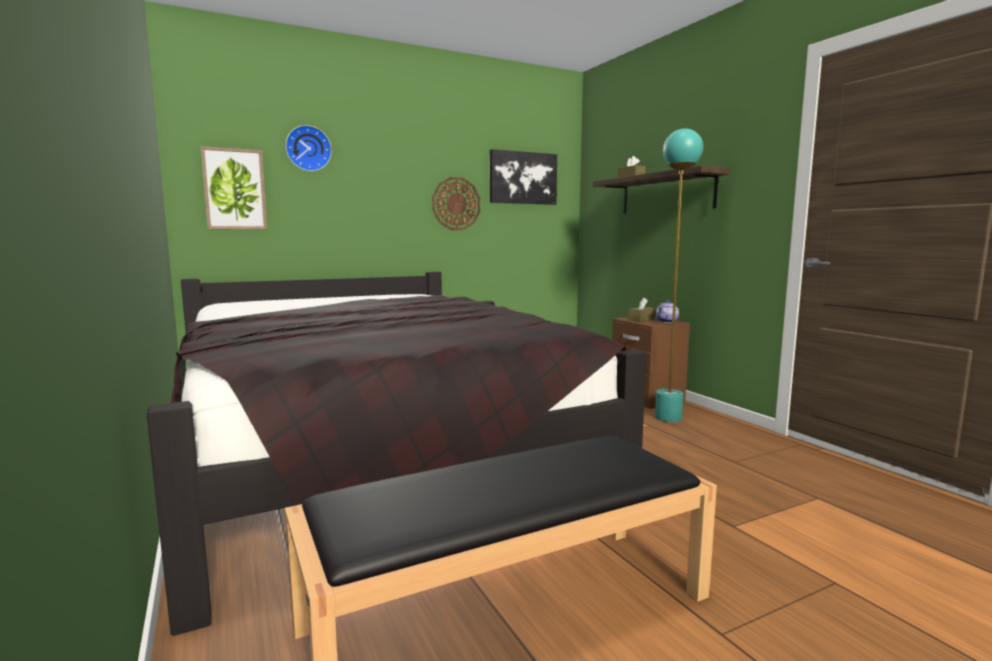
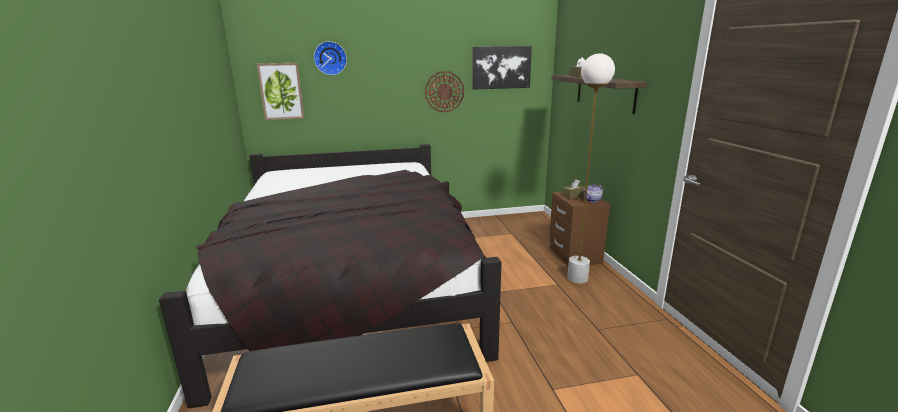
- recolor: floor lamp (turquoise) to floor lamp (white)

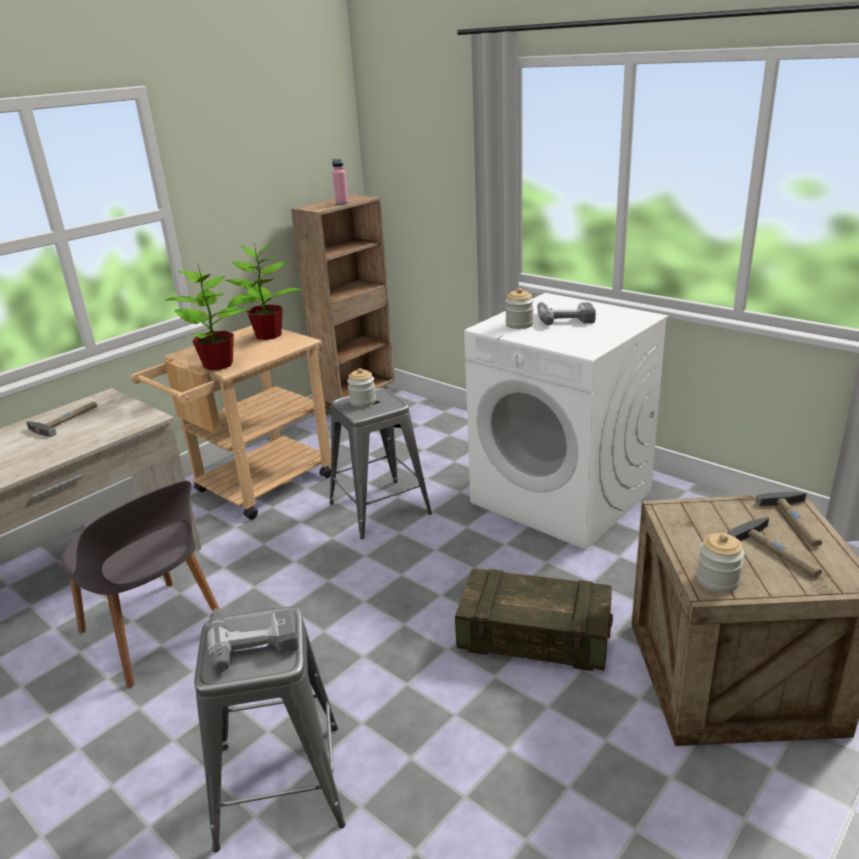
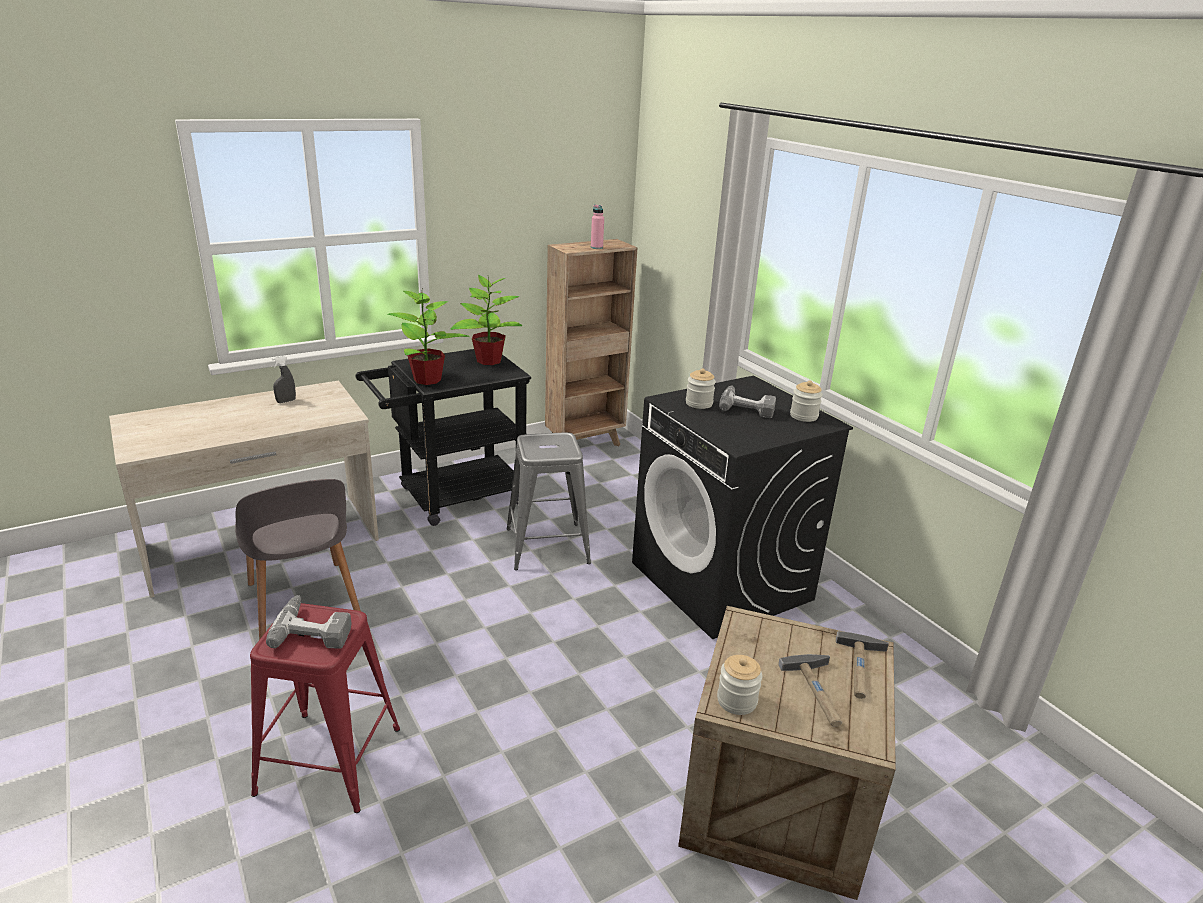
- replace: hammer (1st from left) to spray bottle (grey)
- recolor: cart (beige) to cart (black)
- recolor: stool (grey) (1st from left) to stool (red)
- move: jar (1st from left in the first image) to jar (3rd from left)
- delete: crate (1st from left)
- recolor: washing machine (white) to washing machine (black)

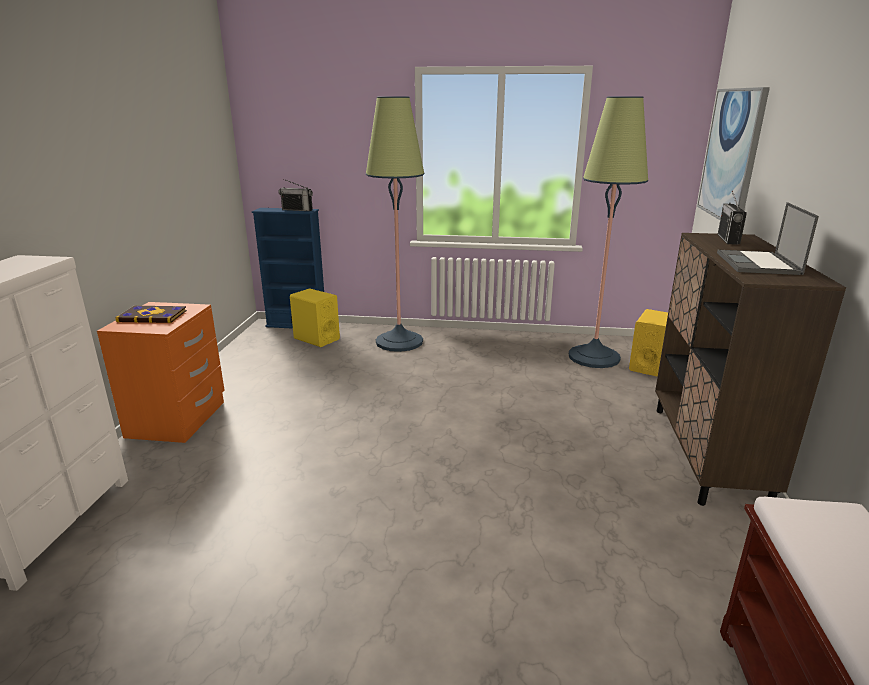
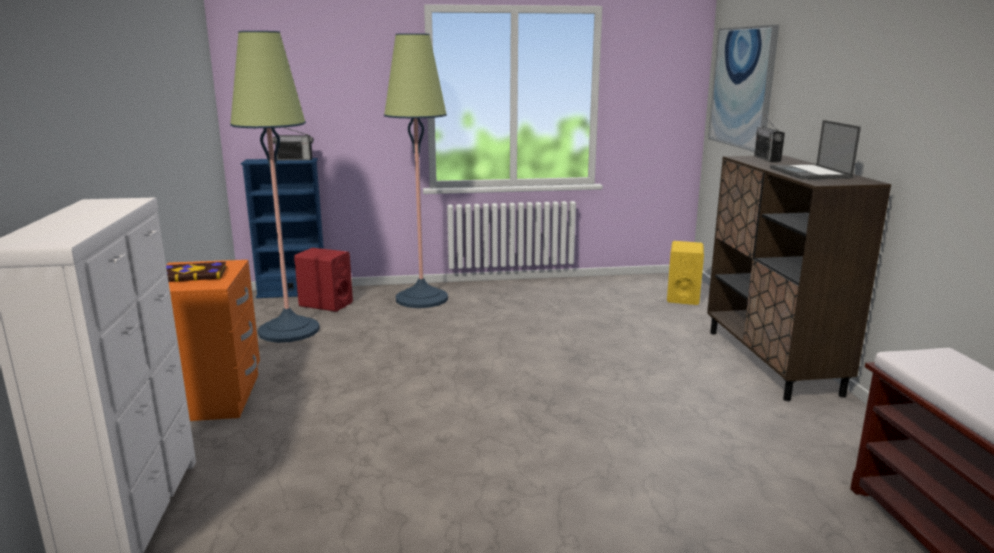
- recolor: speaker (yellow) (1st from left) to speaker (red)
- move: floor lamp (2nd from left in the first image) to floor lamp (1st from left)

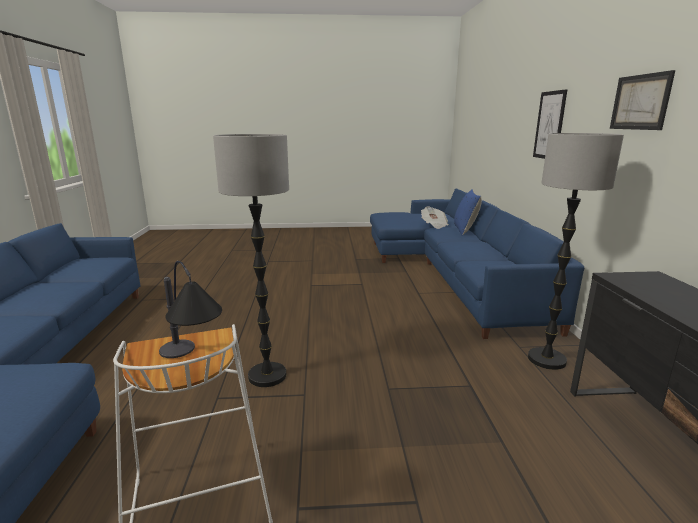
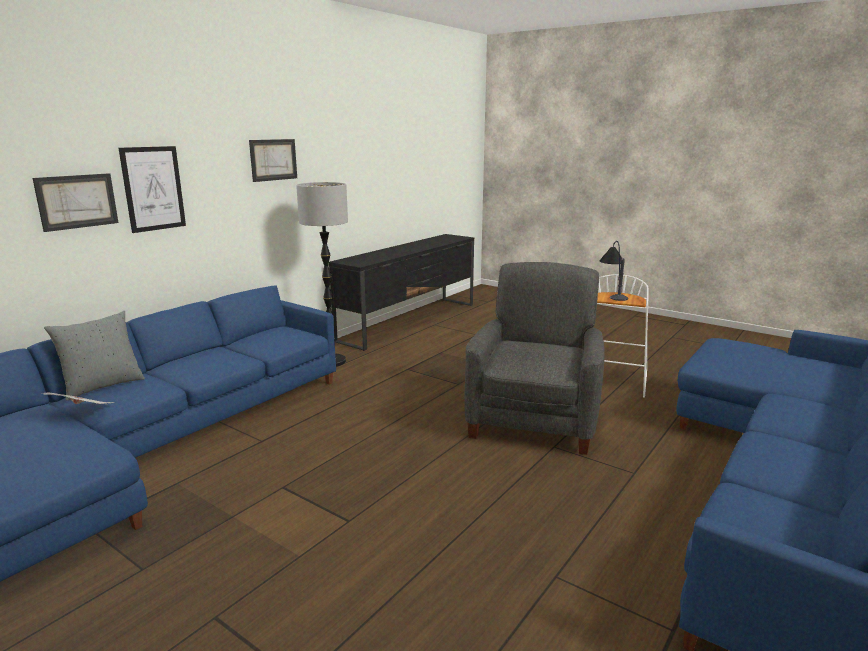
- replace: floor lamp (1st from left) to armchair (grey)
- recolor: pillow (blue) to pillow (grey)
- insert: picture (1st from left)

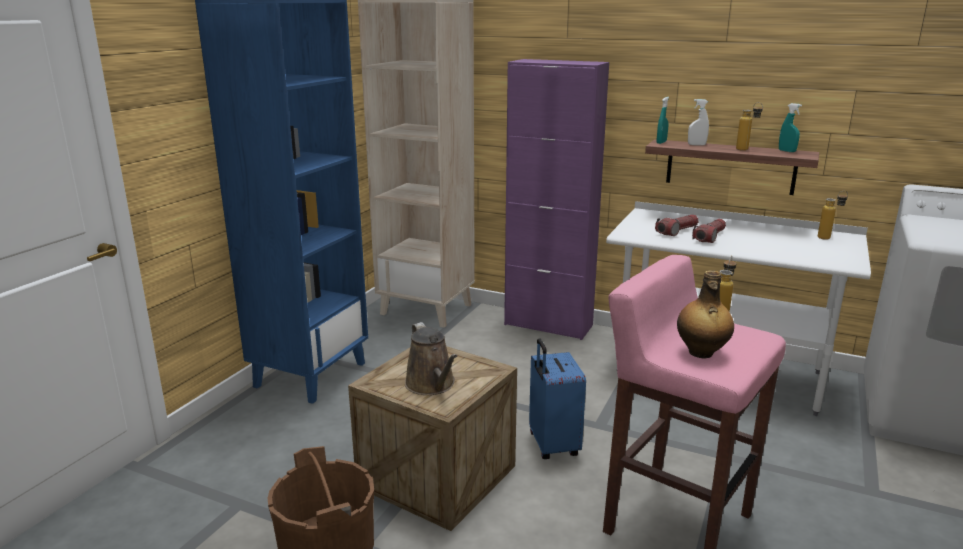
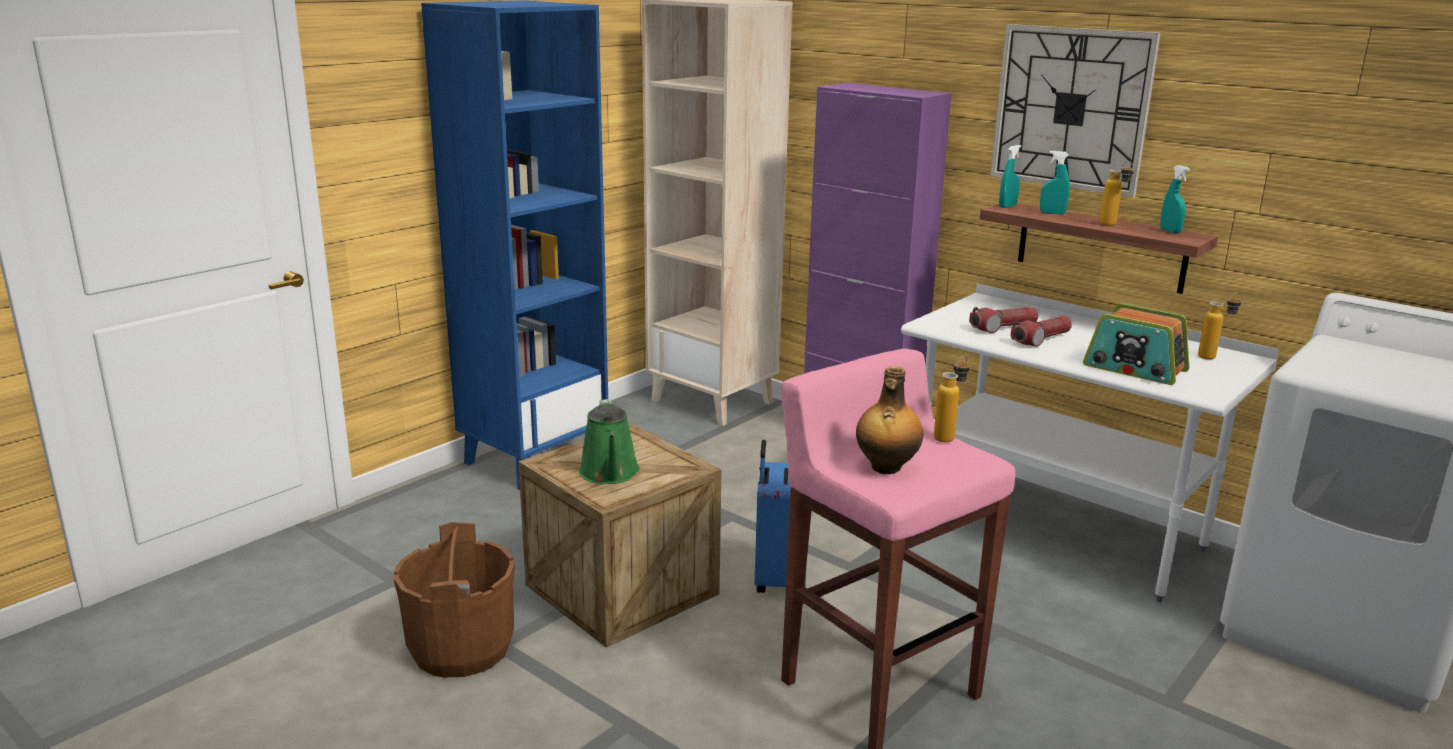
- recolor: watering can (brown) to watering can (green)
- recolor: spray bottle (white) to spray bottle (turquoise) (2nd from left)
- insert: wall clock
- insert: radio

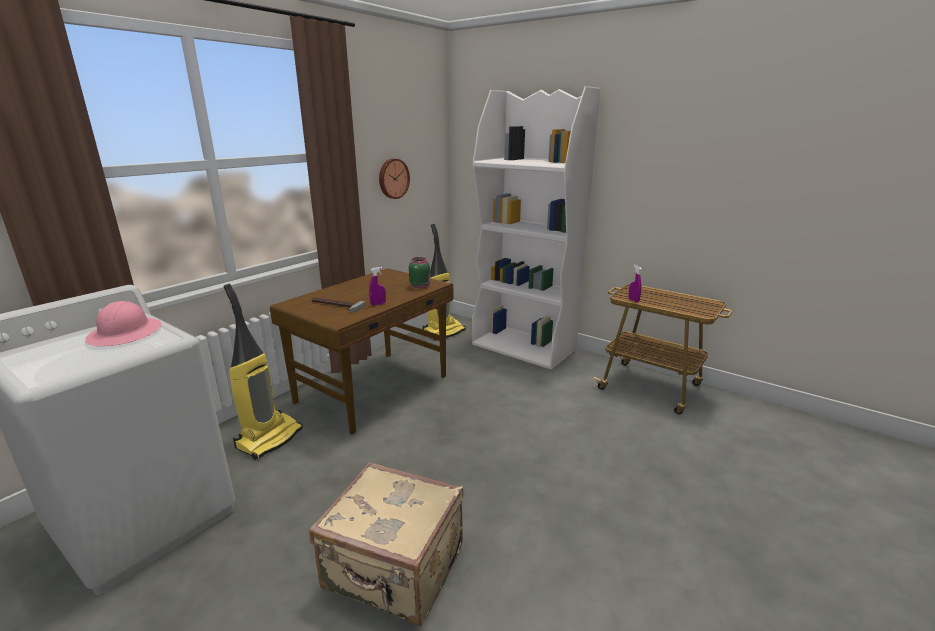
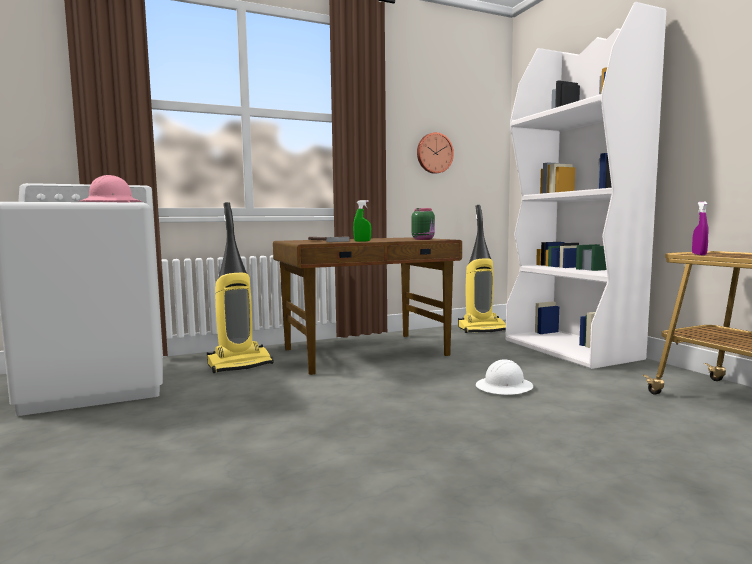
- delete: suitcase (beige)
- recolor: spray bottle (purple) (1st from left) to spray bottle (green)
- insert: hard hat (white)

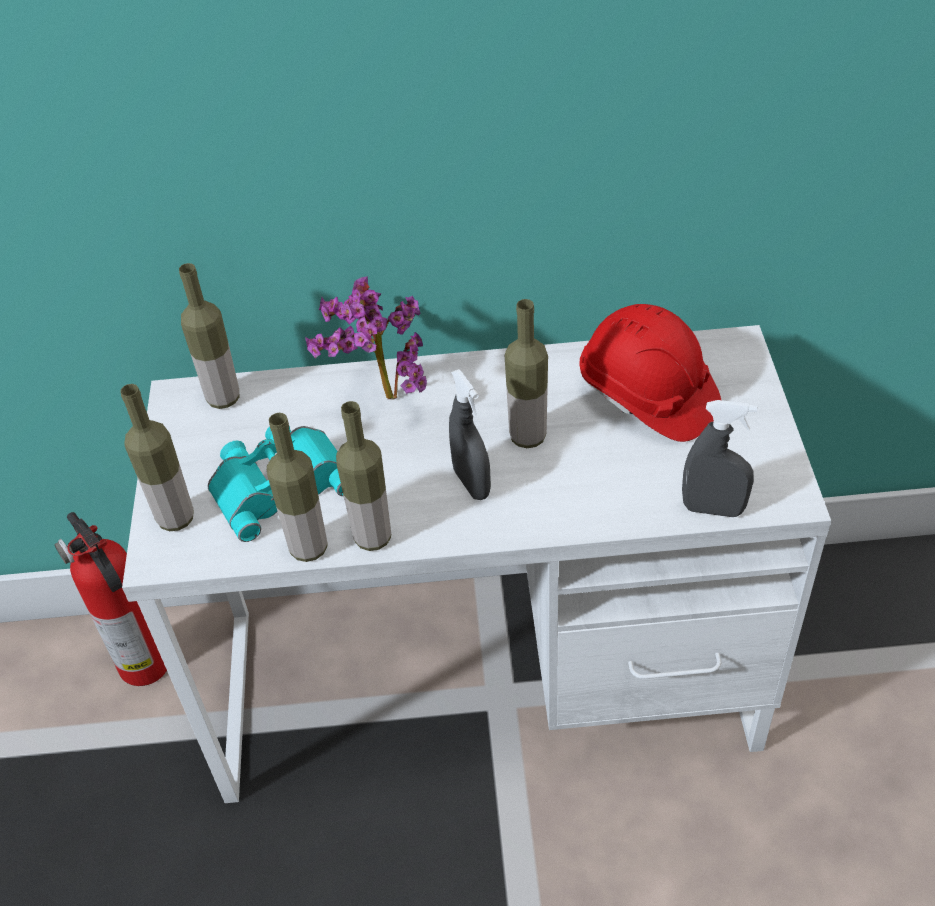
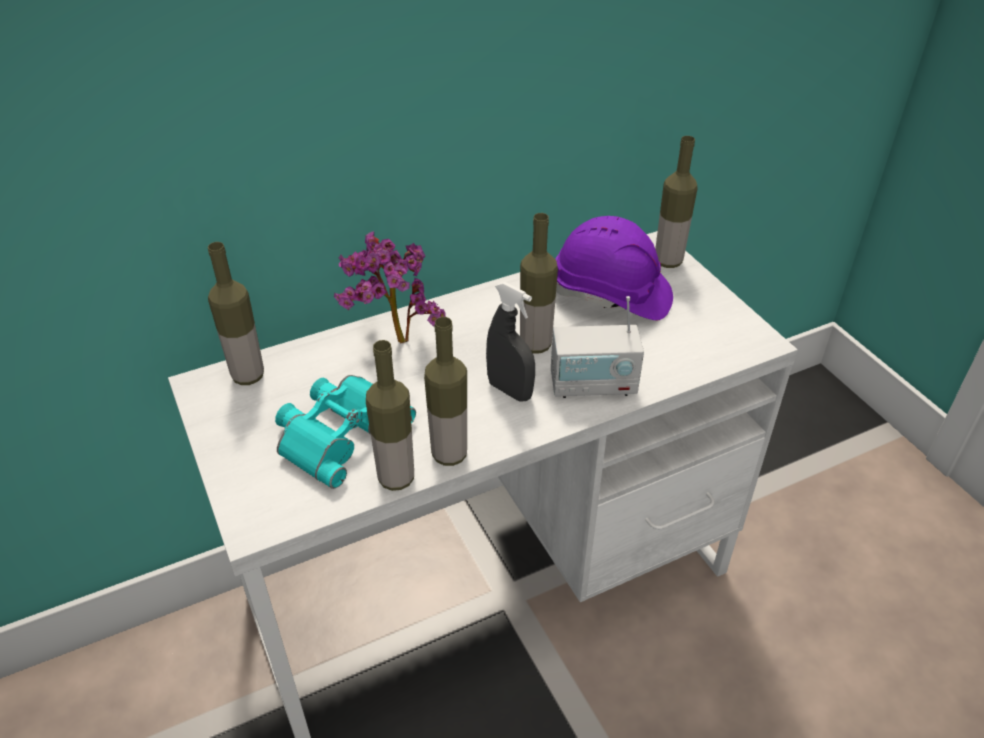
- delete: fire extinguisher
- move: bottle (1st from left in the first image) to bottle (5th from left)
- recolor: hard hat (red) to hard hat (purple)
- delete: spray bottle (grey) (2nd from left)
- insert: radio

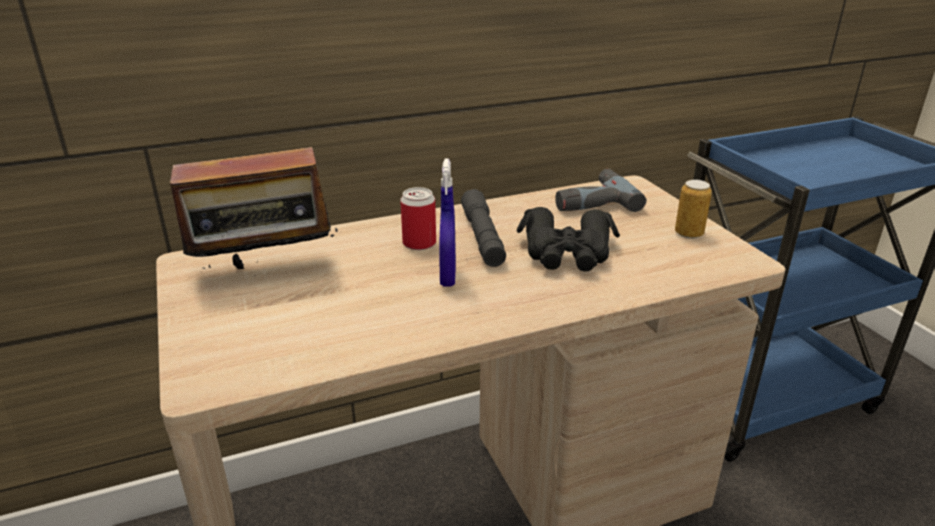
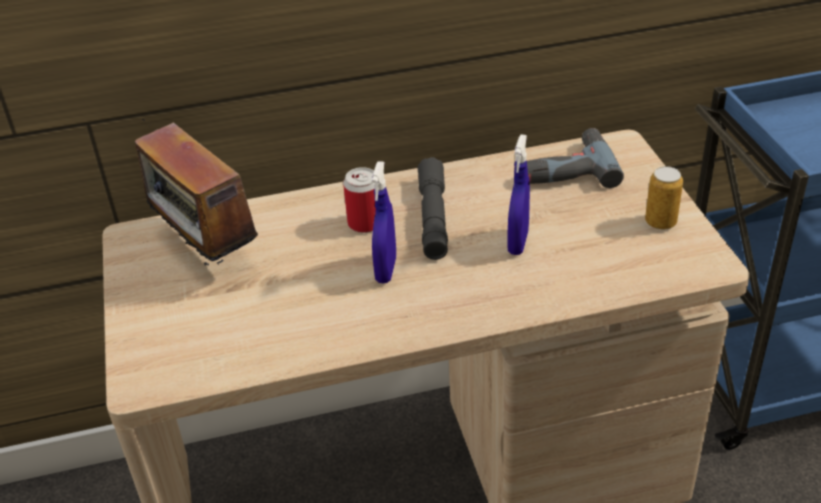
- rotate: radio 60 degrees clockwise
- replace: binoculars (black) to spray bottle (blue) (2nd from left)

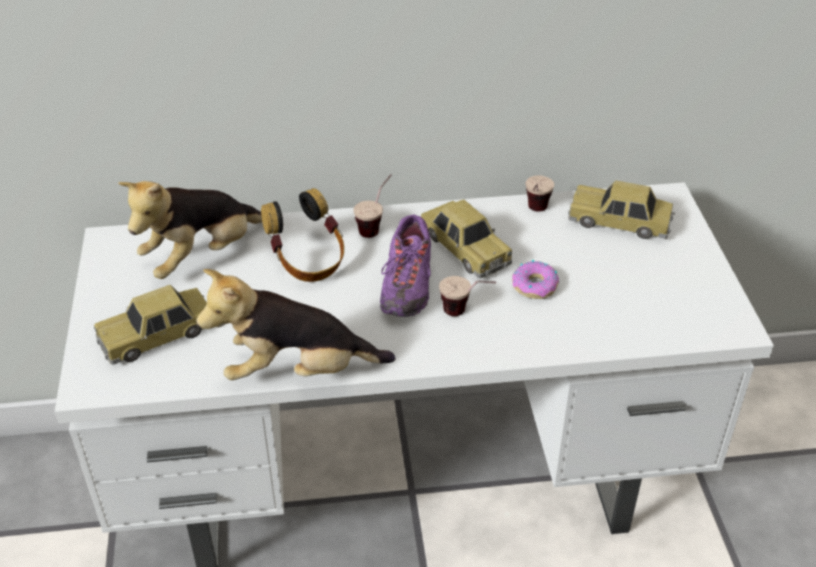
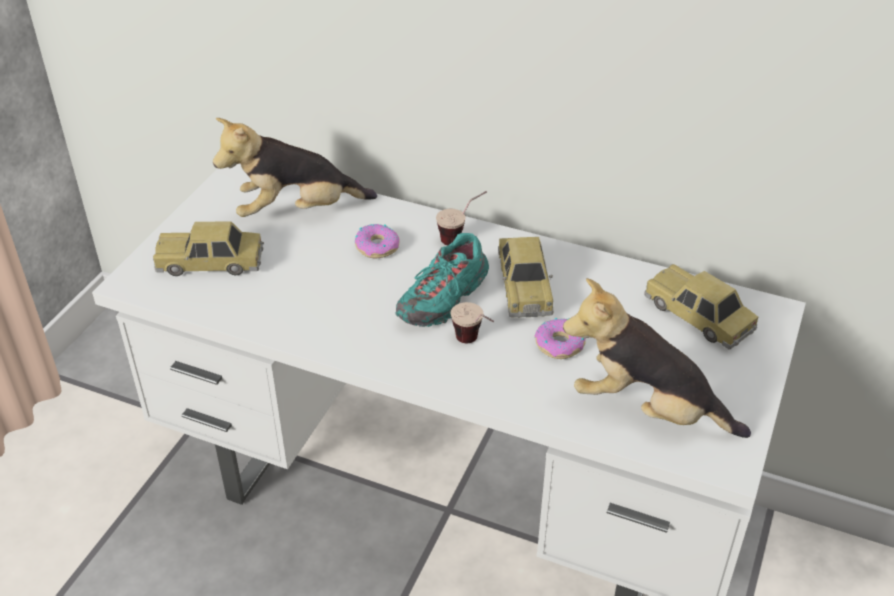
- move: plush toy (2nd from left)
- replace: headphones to donut (1st from left)
- recolor: shoe (purple) to shoe (turquoise)
- delete: cup (3rd from left)

